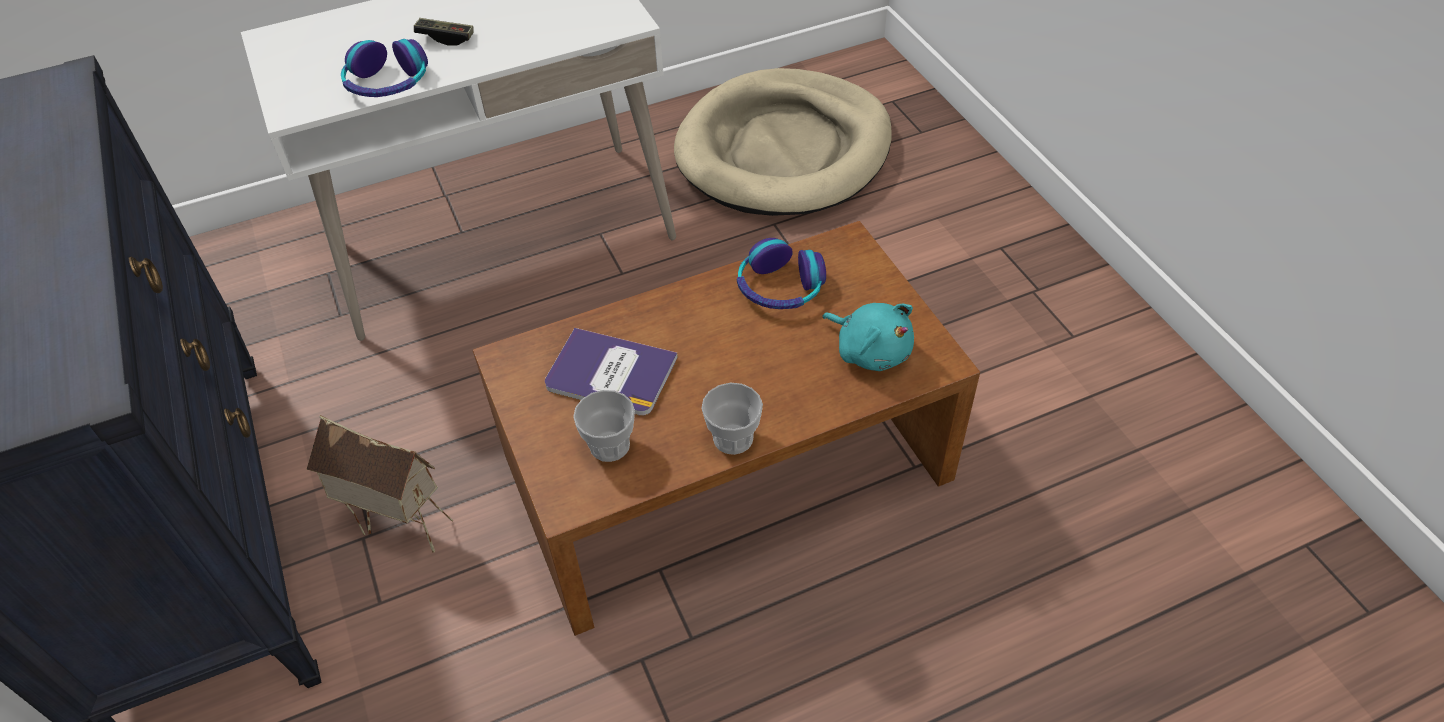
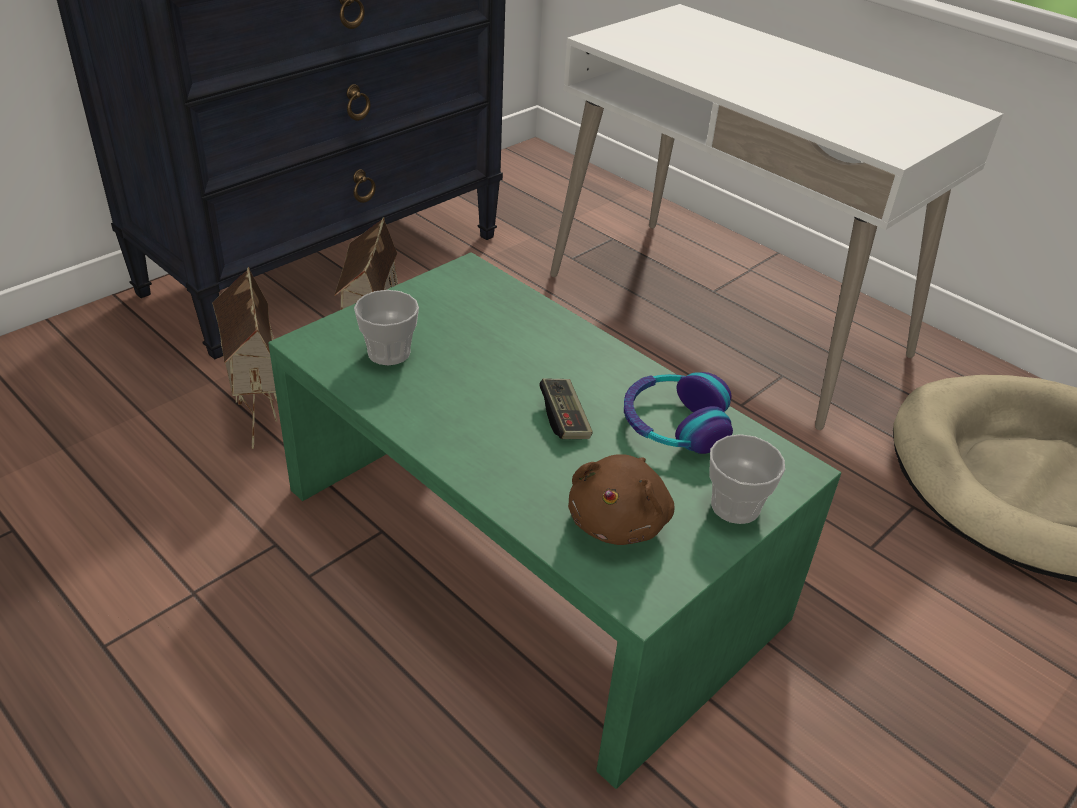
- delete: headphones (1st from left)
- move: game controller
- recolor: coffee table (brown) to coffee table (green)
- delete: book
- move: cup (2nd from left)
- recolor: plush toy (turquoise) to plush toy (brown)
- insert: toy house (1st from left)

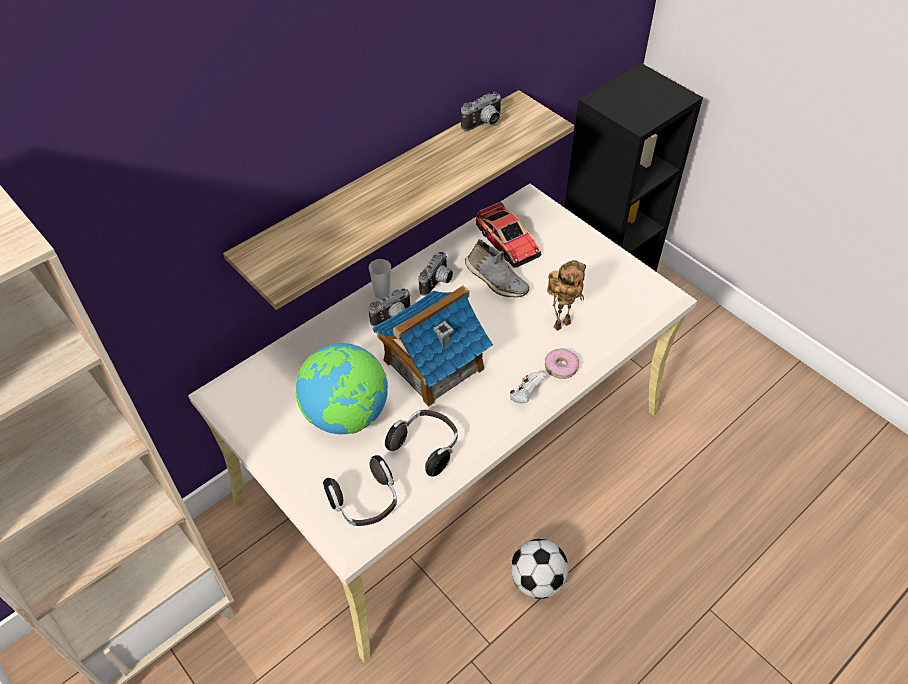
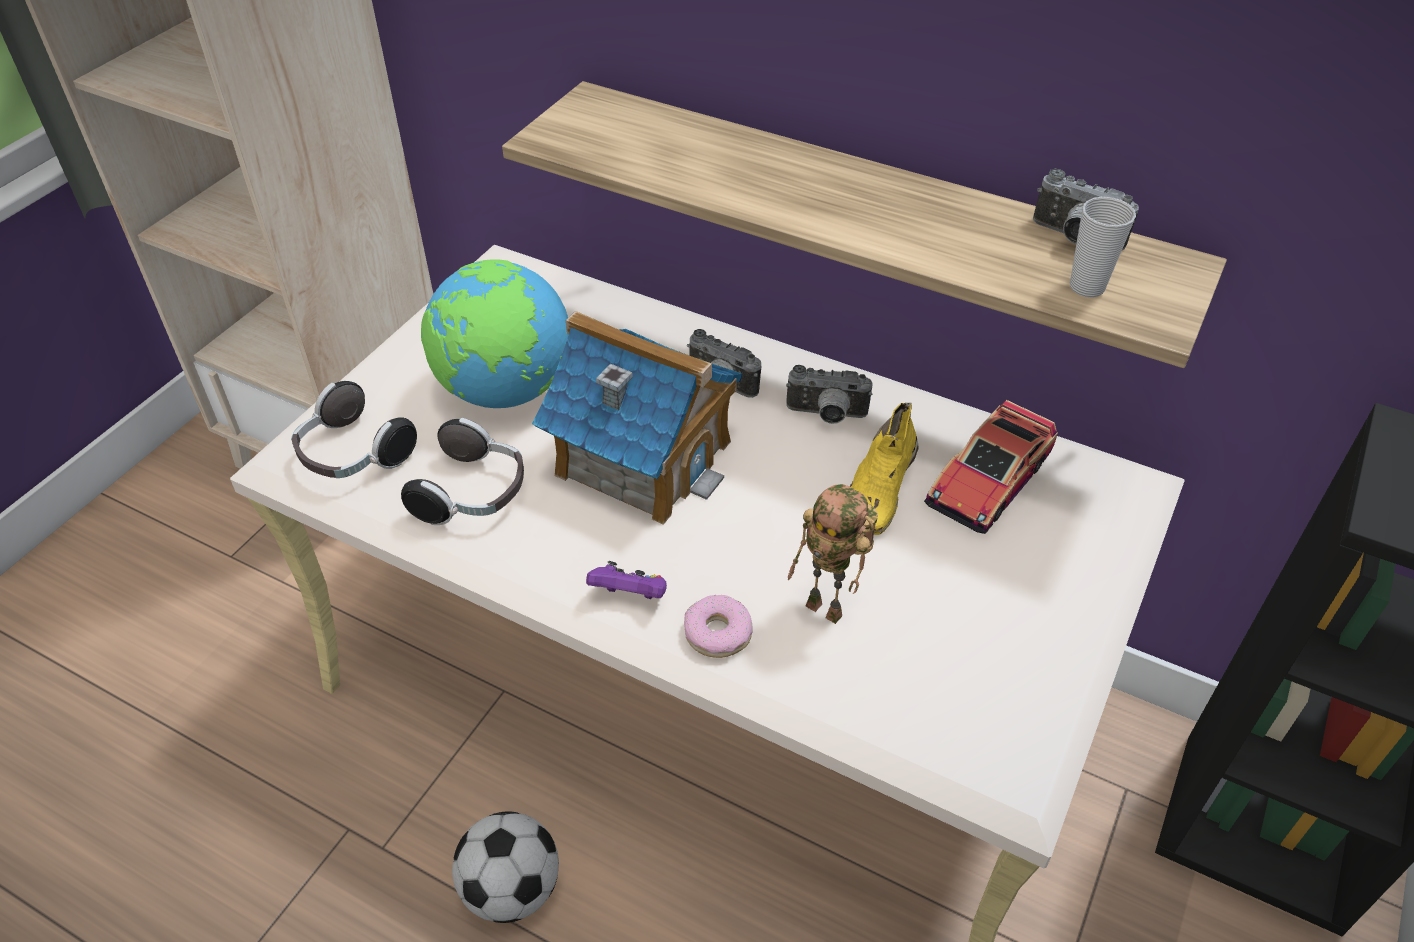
- move: cup
- recolor: shoe (grey) to shoe (yellow)
- recolor: game controller (white) to game controller (purple)

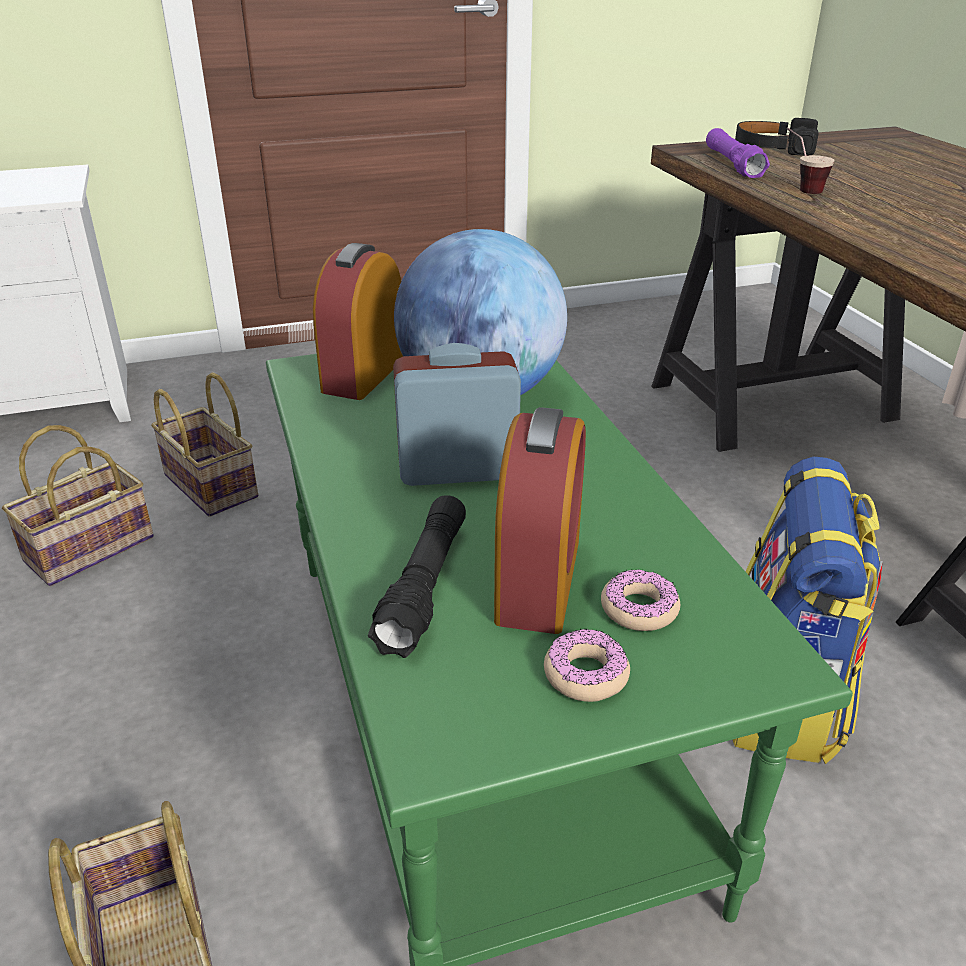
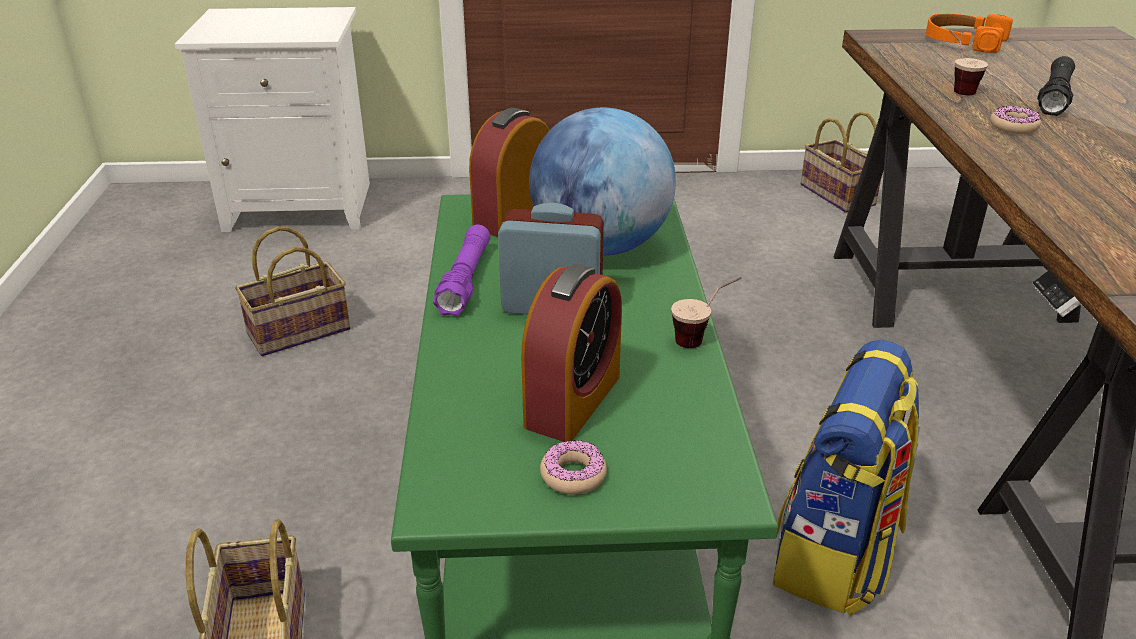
- move: basket (3rd from left)
- move: flashlight (black)
- move: donut (2nd from left)
- move: flashlight (purple)
- recolor: headphones (black) to headphones (orange)
- insert: cup (1st from left)

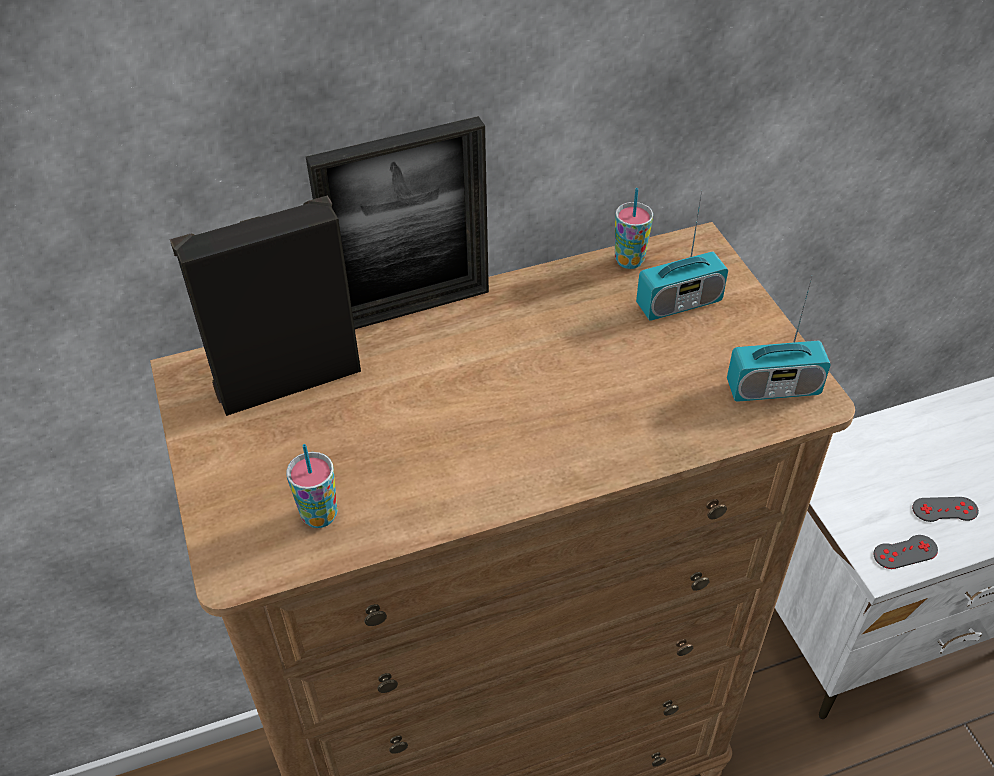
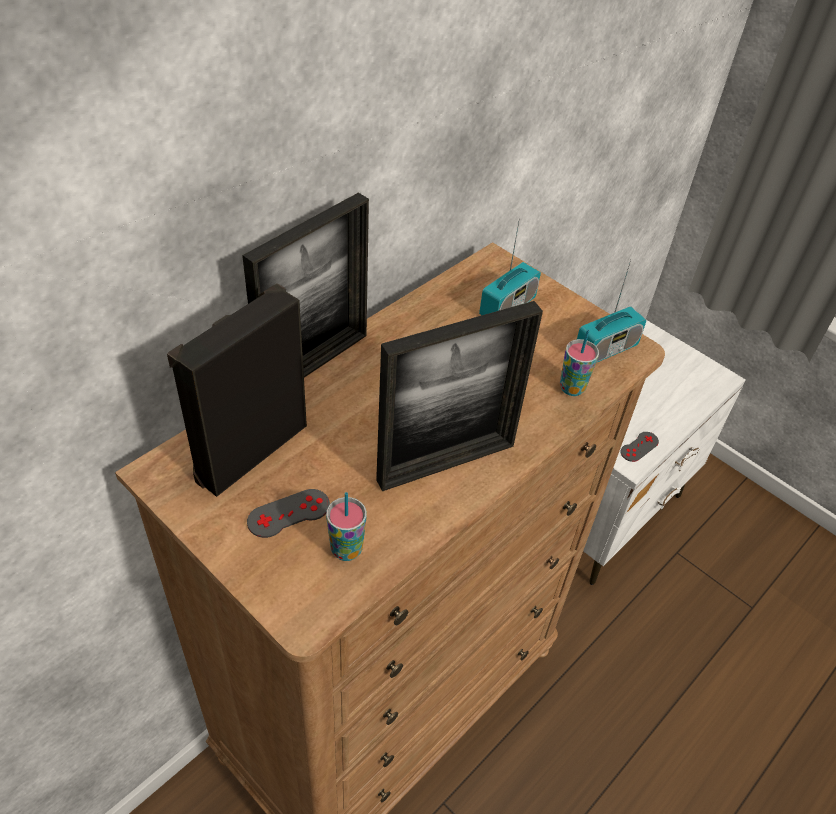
- move: cup (2nd from left)
- move: game controller (grey) (2nd from left in the first image) to game controller (grey) (1st from left)
- insert: picture frame (2nd from left)

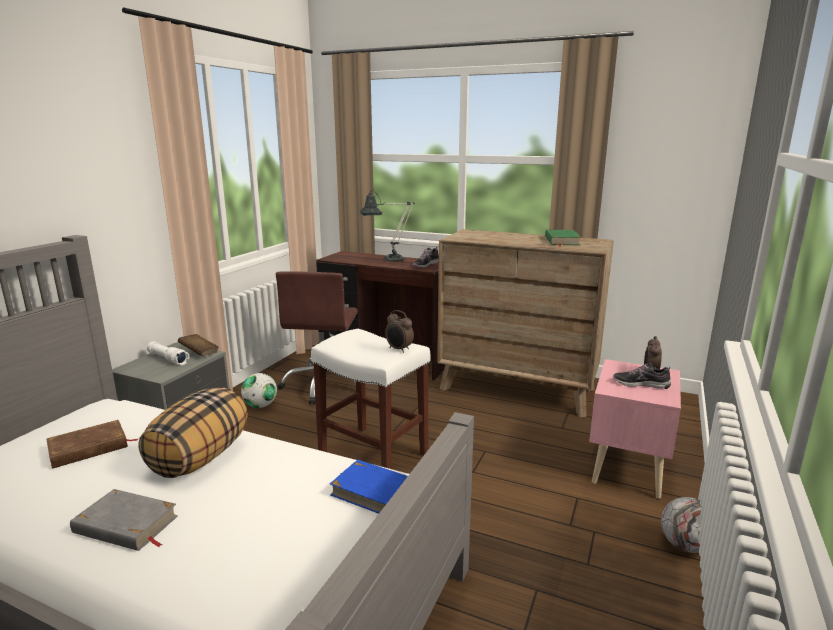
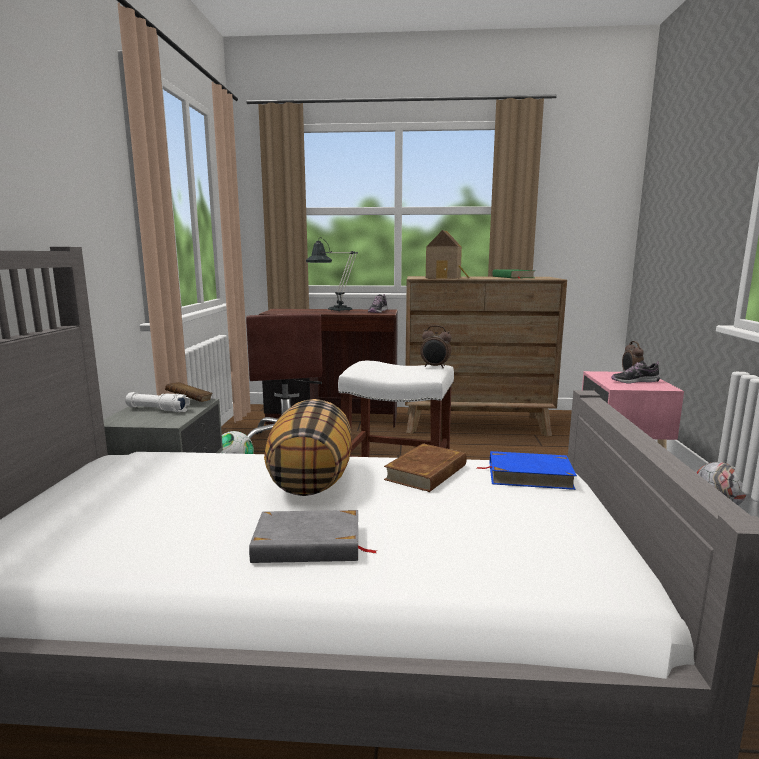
- move: book (brown) (1st from left in the first image) to book (brown) (2nd from left)
- insert: toy house

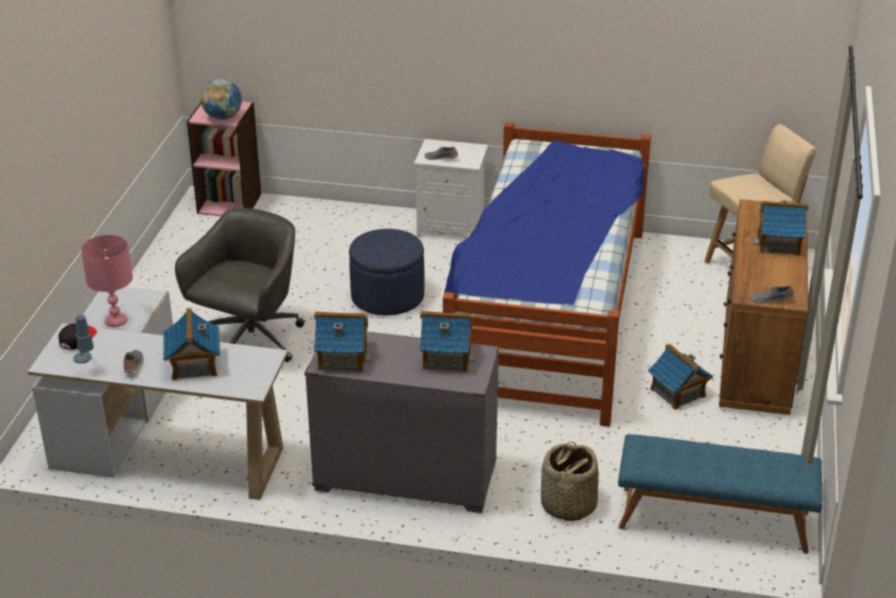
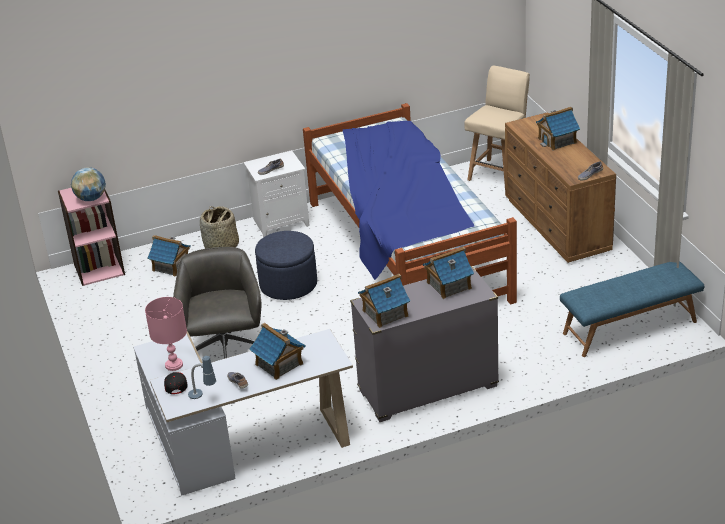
- move: basket
- move: toy house (4th from left in the first image) to toy house (1st from left)

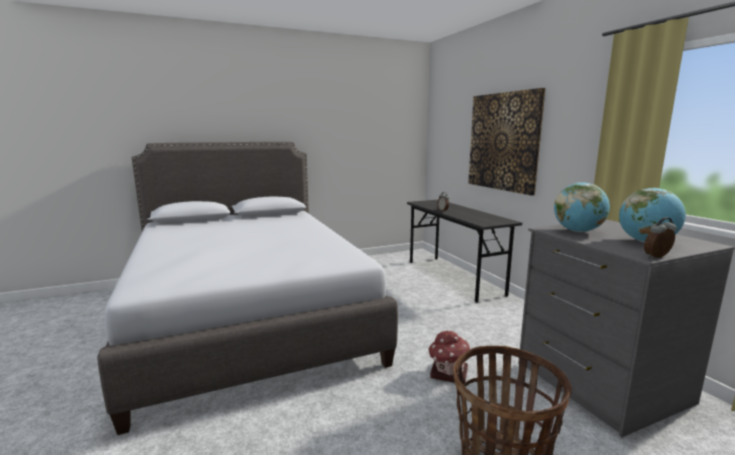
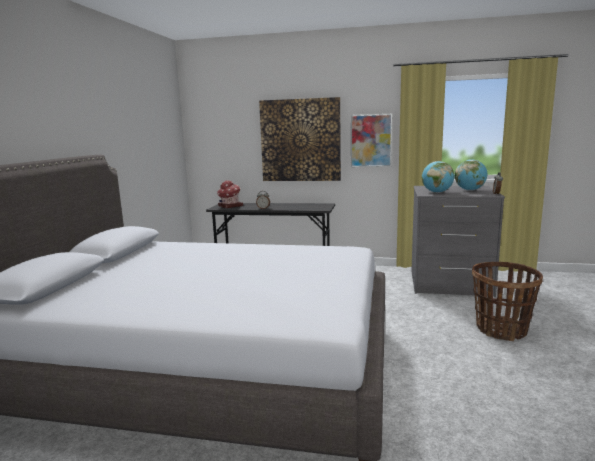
- move: toy house
- insert: picture (2nd from left)

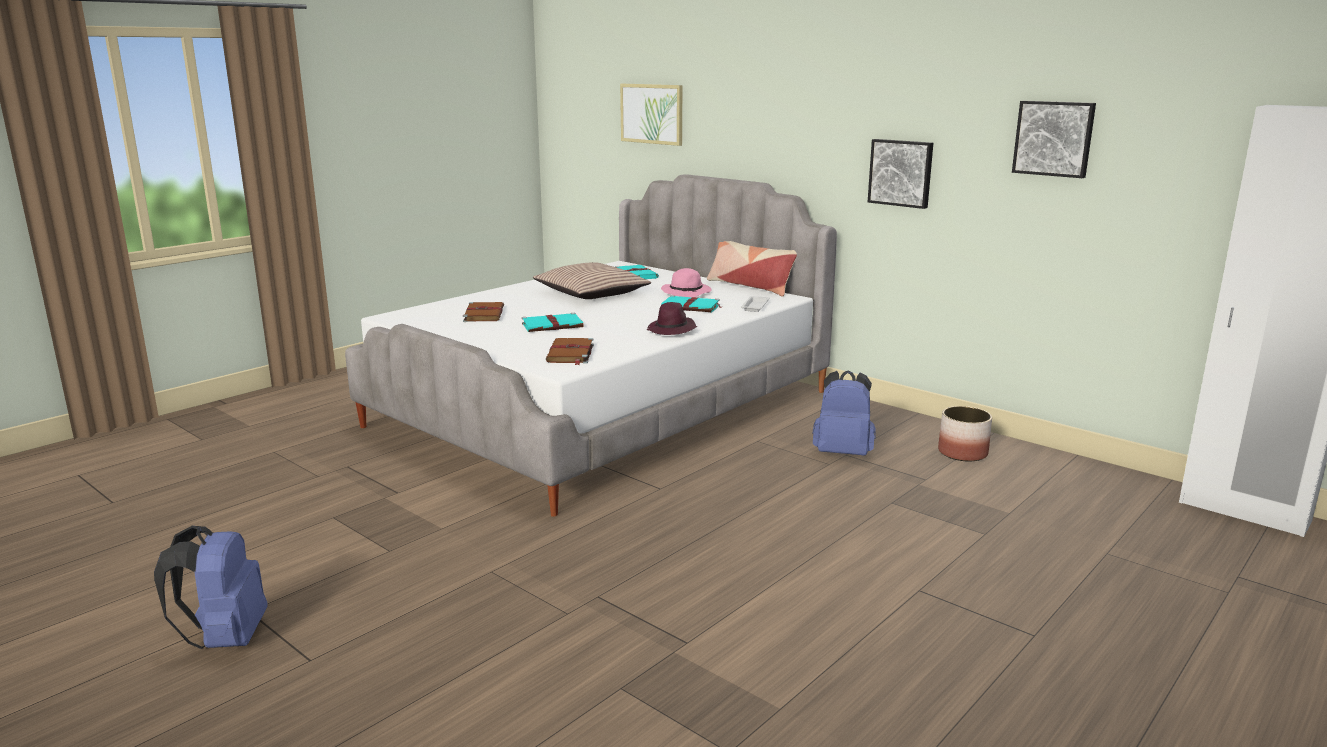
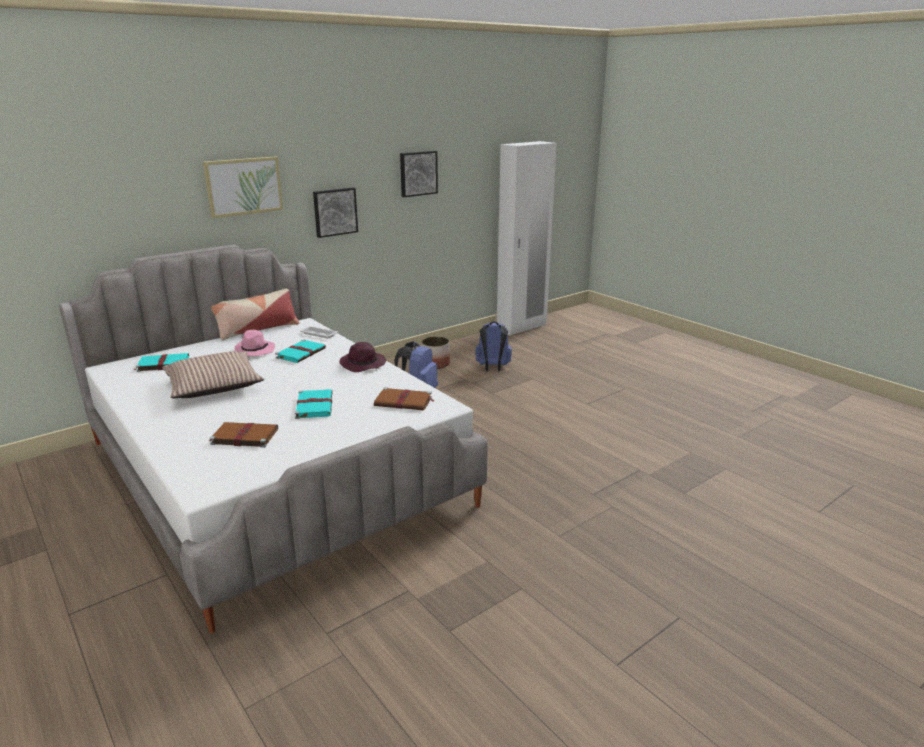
- move: backpack (blue) (1st from left in the first image) to backpack (blue) (2nd from left)
- move: picture (1st from left)

